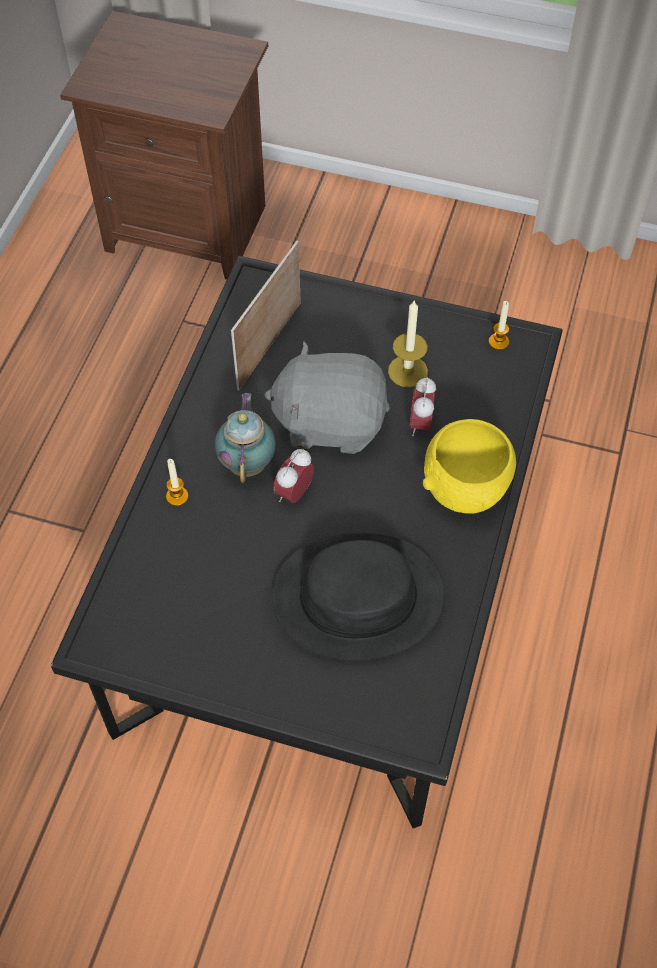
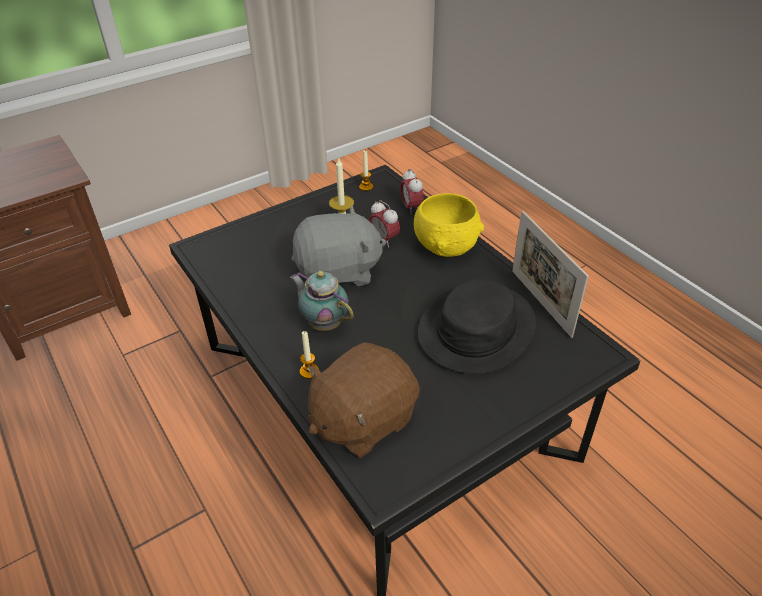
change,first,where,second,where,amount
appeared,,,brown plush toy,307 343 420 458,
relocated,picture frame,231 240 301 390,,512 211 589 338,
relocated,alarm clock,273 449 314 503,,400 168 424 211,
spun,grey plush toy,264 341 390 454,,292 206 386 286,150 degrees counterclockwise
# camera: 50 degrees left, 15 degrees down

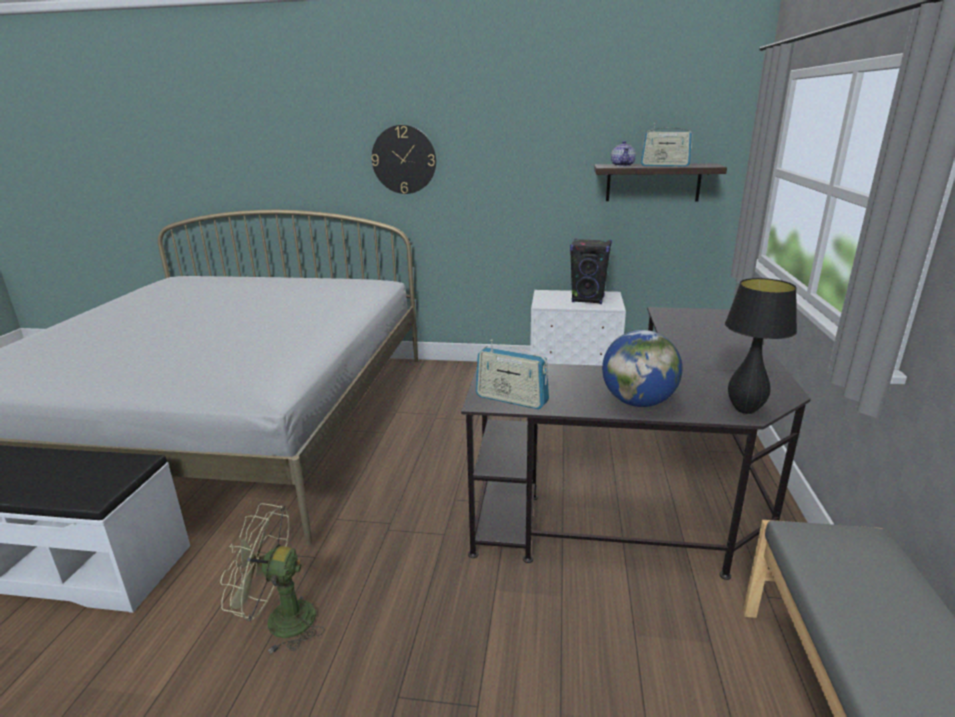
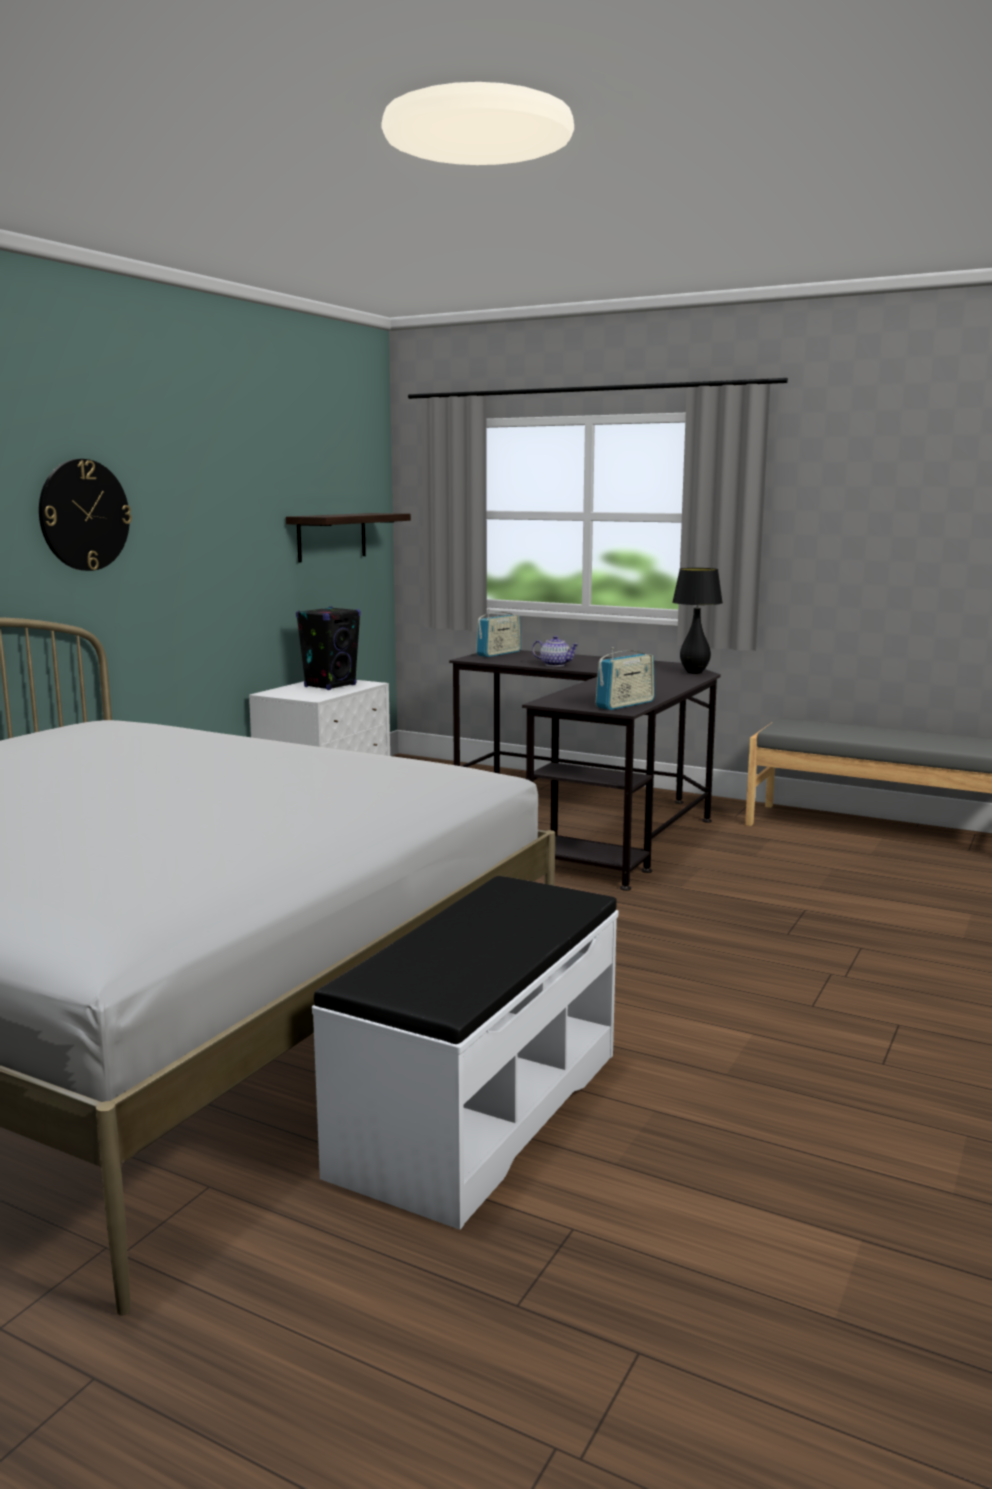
change,first,where,second,where,amount
missing,green fan,220 503 325 653,,,
missing,globe,602 330 682 407,,,
relocated,teapot,611 141 636 166,,532 635 579 666,
relocated,radio,641 123 693 166,,476 609 521 657,
# camera: 70 degrees left, 10 degrees down

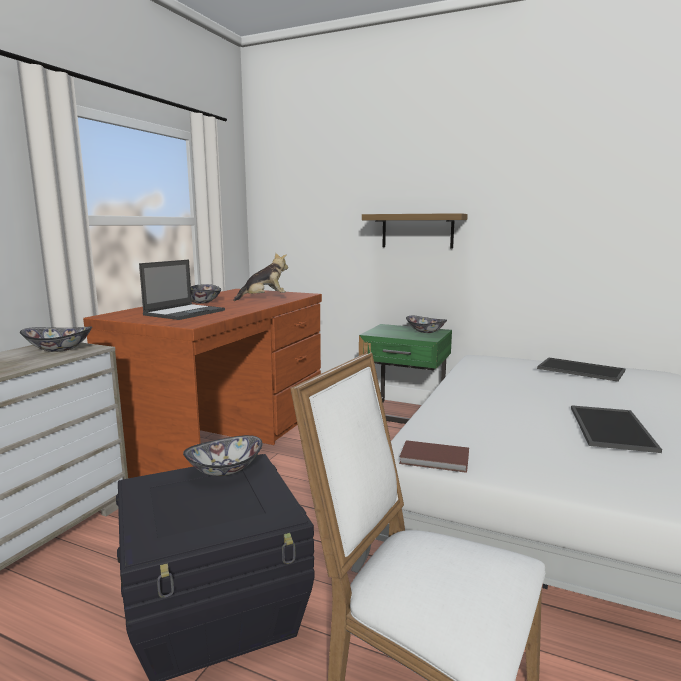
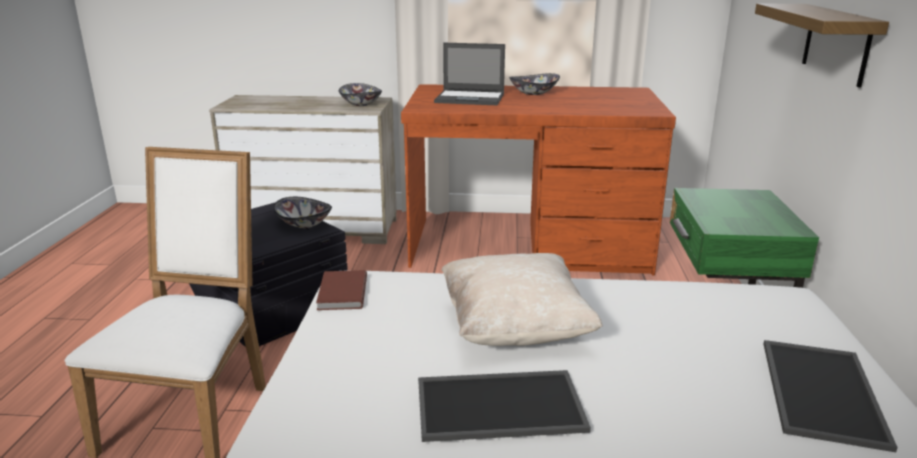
change,first,where,second,where,amount
missing,plush toy,233 253 288 301,,,
missing,bowl,406 316 447 333,,,
appeared,,,beige pillow,442 253 603 346,
# camera: 70 degrees right, 10 degrees up

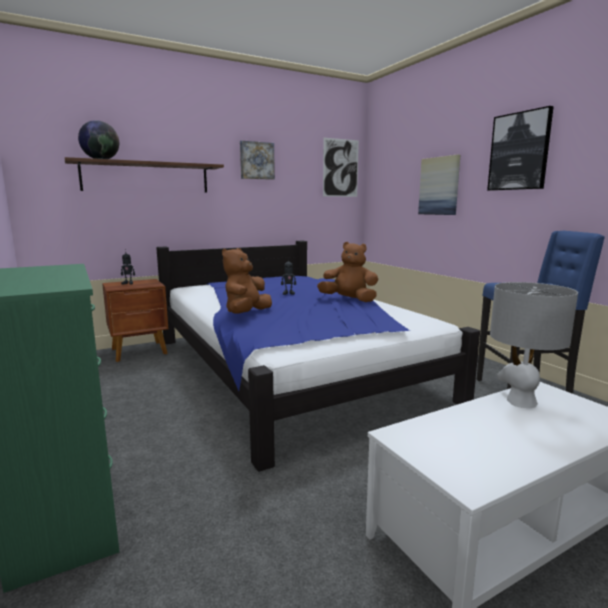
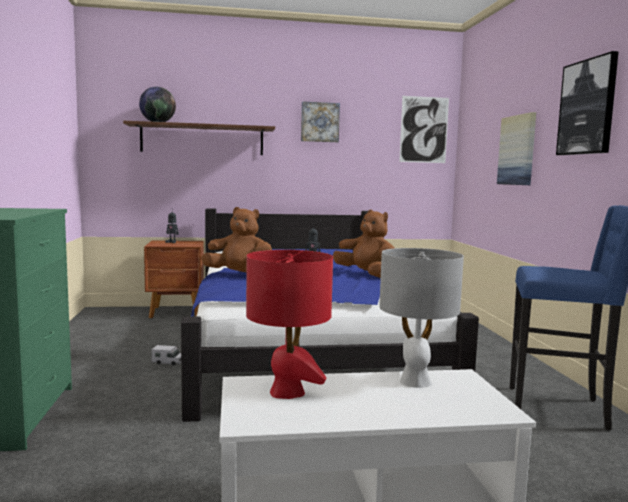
change,first,where,second,where,amount
appeared,,,toy truck,152 345 181 366,
appeared,,,red table lamp,246 250 333 399,
spun,brown plush toy,222 248 272 314,,201 207 272 272,60 degrees clockwise
# camera: 20 degrees right, 5 degrees down

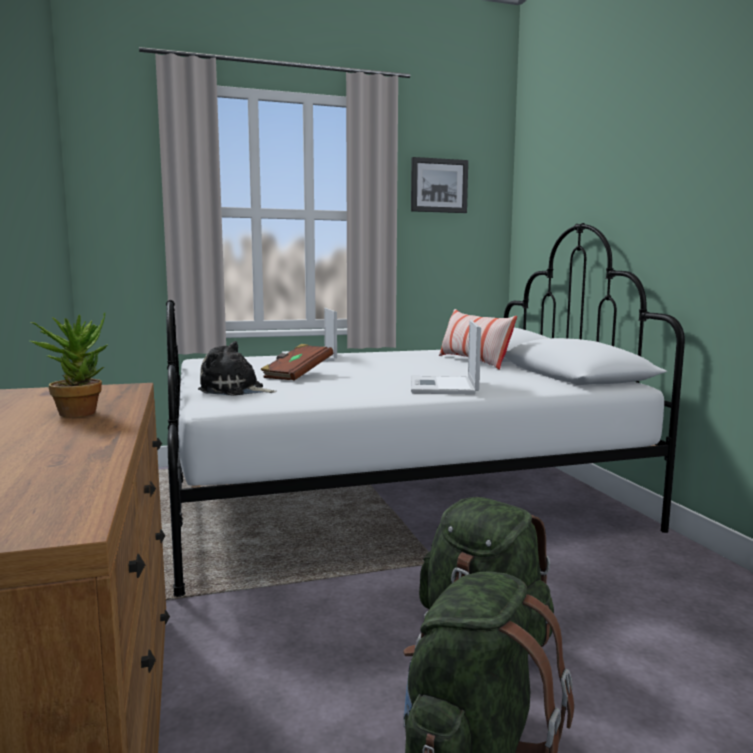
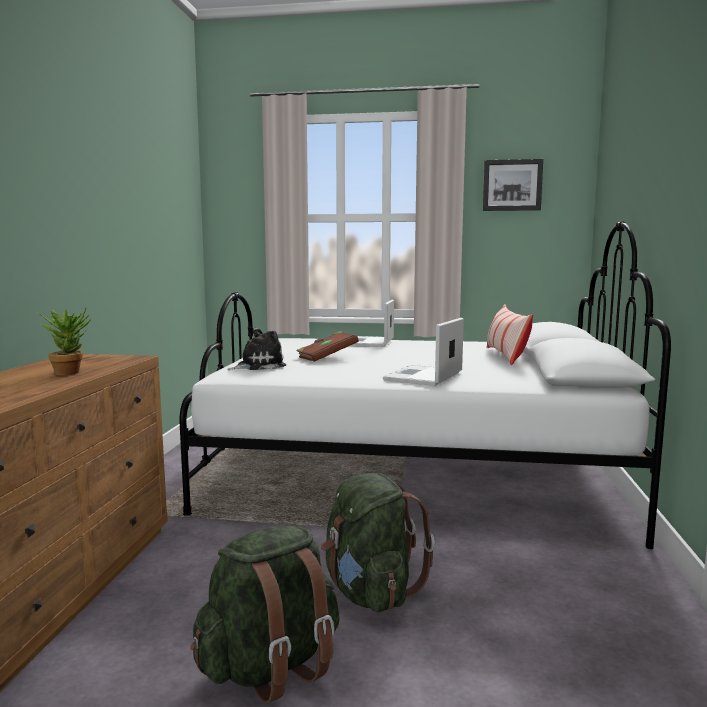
change,first,where,second,where,amount
spun,plush toy,198 341 277 396,,228 331 286 371,105 degrees clockwise
# camera: 25 degrees right, 0 degrees up

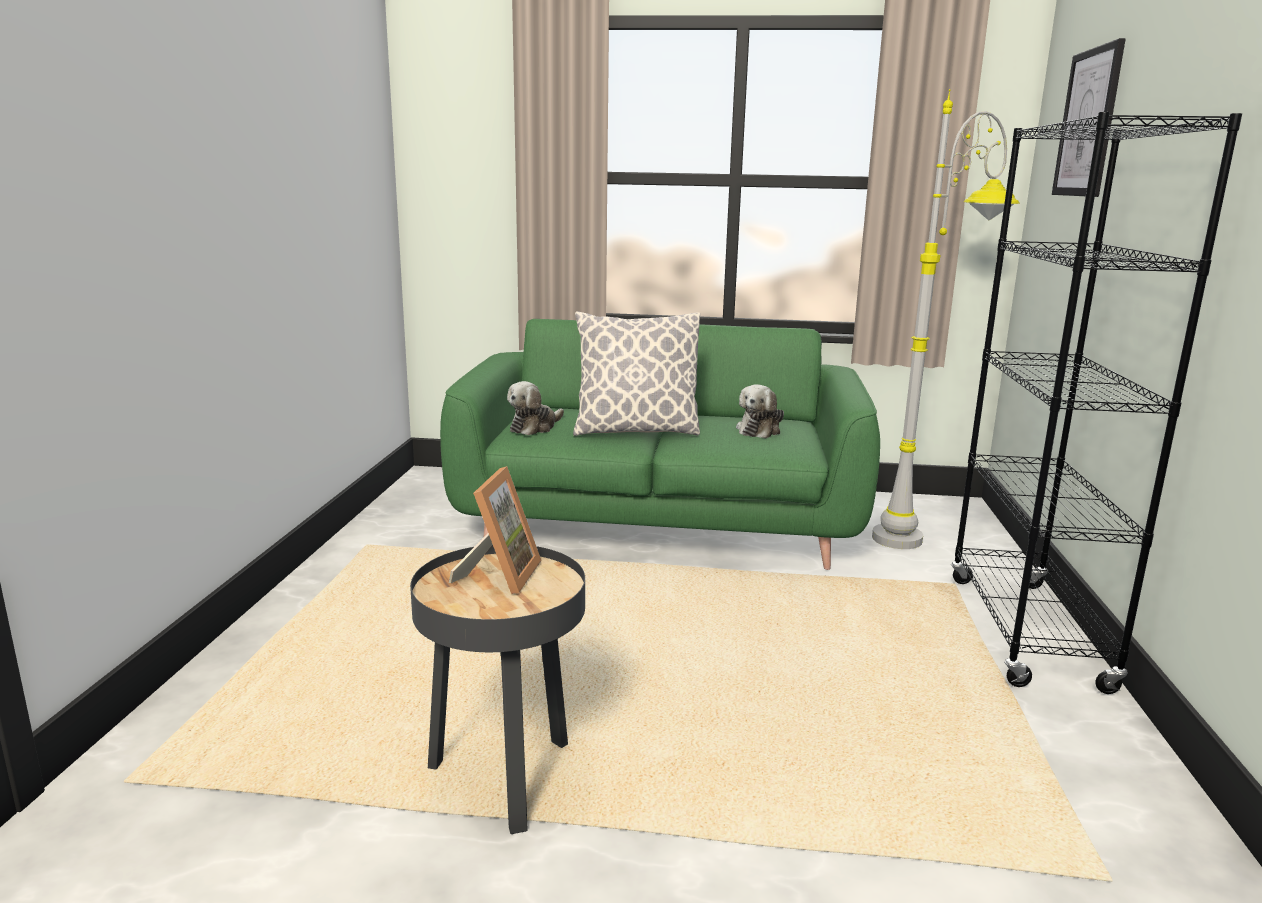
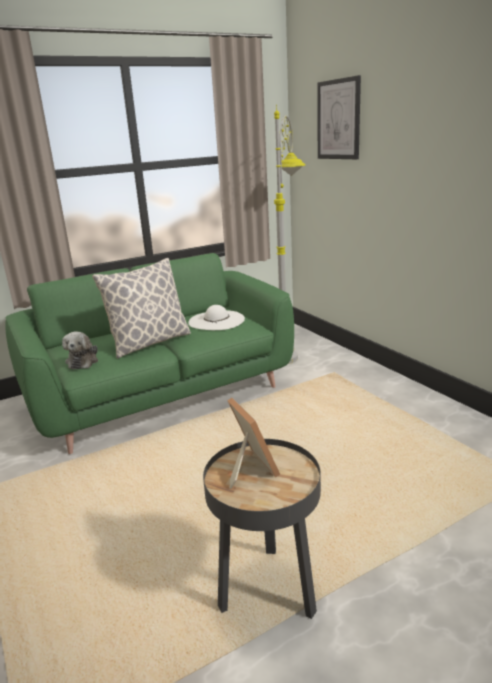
change,first,where,second,where,amount
missing,black bookcase,951 112 1242 694,,,
exchanged,plush toy,736 384 784 438,white hat,188 305 245 330,
# camera: 35 degrees left, 5 degrees up

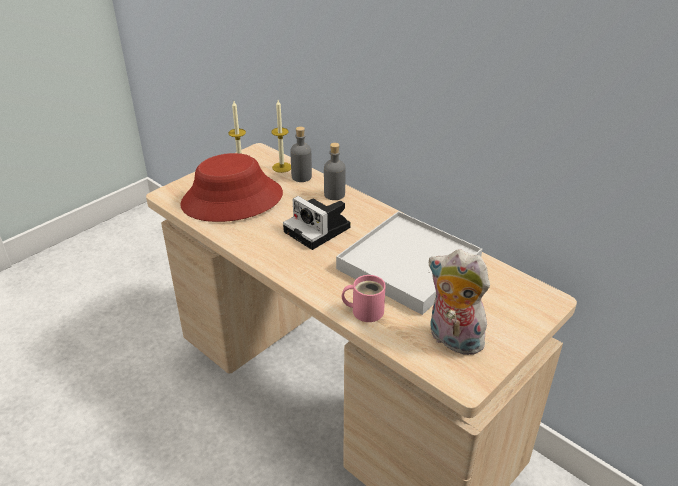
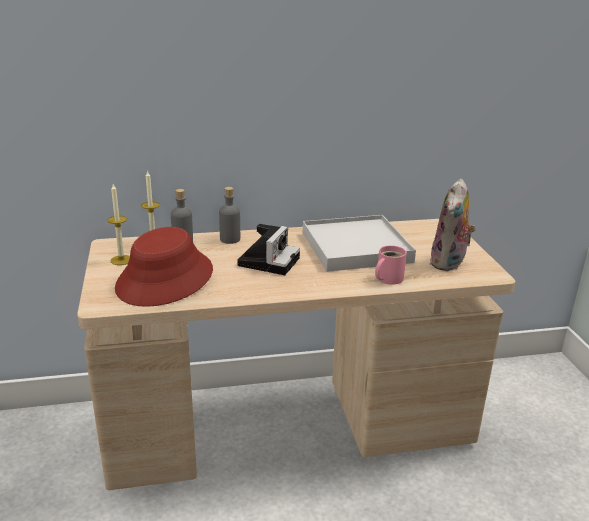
change,first,where,second,where,amount
spun,photo camera,283 196 350 250,,237 224 300 275,60 degrees counterclockwise
spun,plush toy,428 249 490 355,,430 179 476 271,45 degrees counterclockwise
# camera: 55 degrees left, 10 degrees down

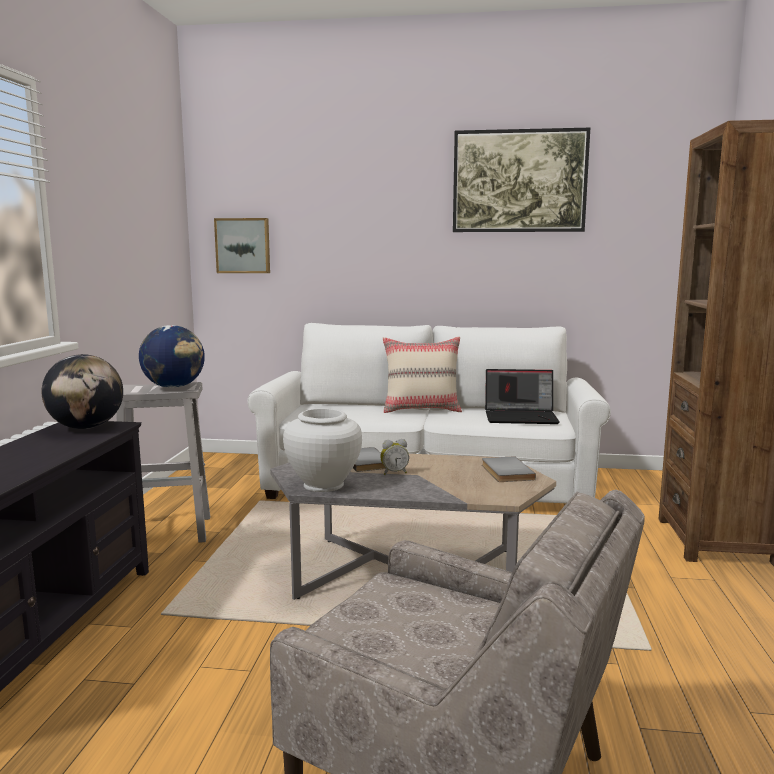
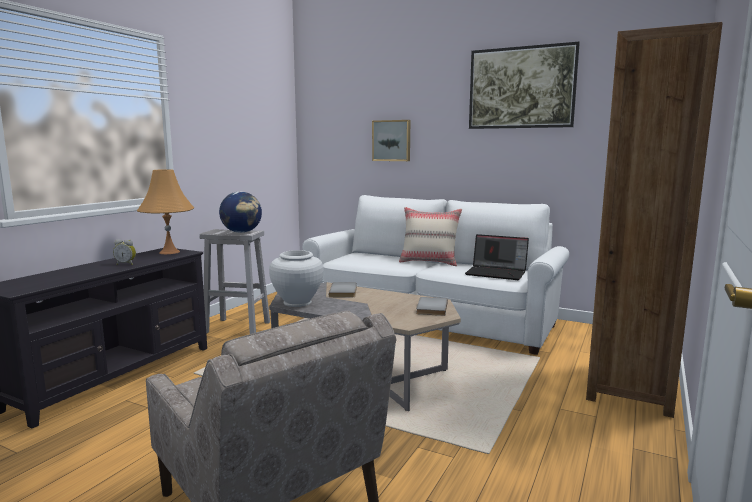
change,first,where,second,where,amount
relocated,picture,214 218 270 273,,372 120 410 161,
relocated,alarm clock,380 439 409 475,,113 239 136 265,
exchanged,globe,41 354 123 429,orange table lamp,137 169 194 254,
# camera: 20 degrees right, 0 degrees up

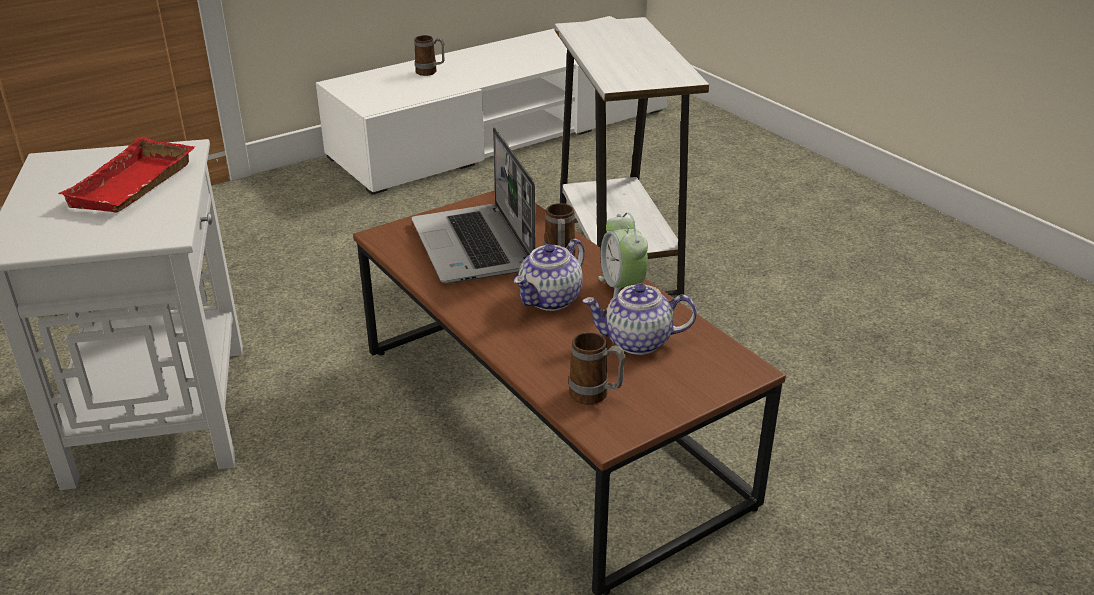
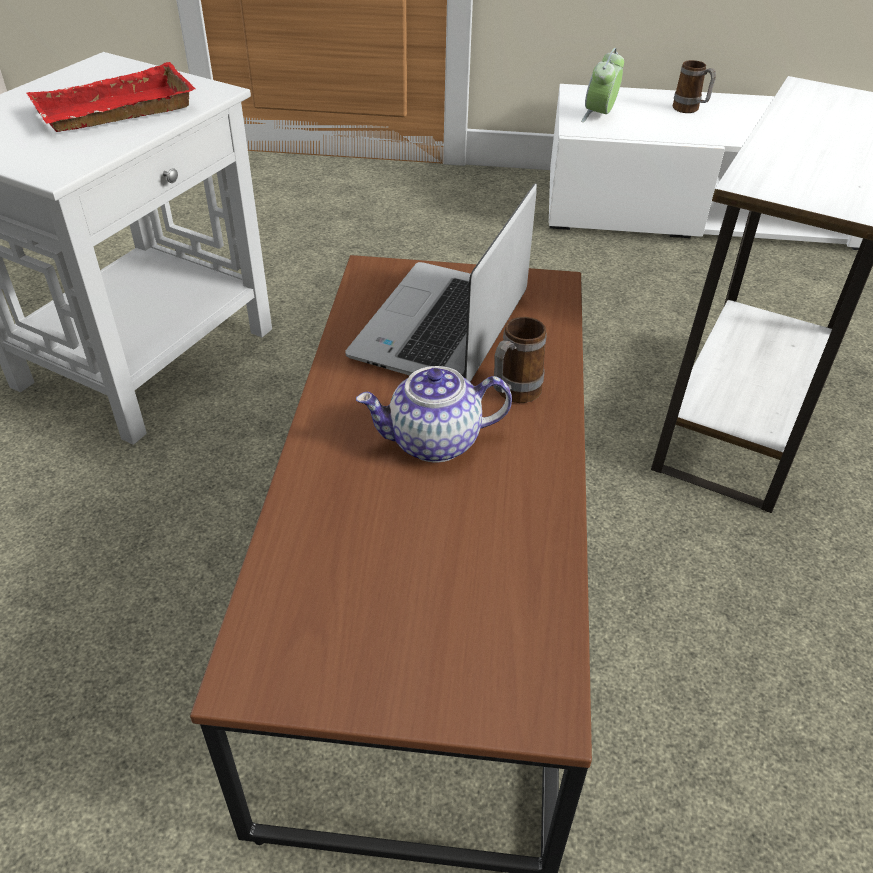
change,first,where,second,where,amount
missing,mug,569 332 625 405,,,
missing,teapot,583 283 697 355,,,
relocated,alarm clock,599 213 648 297,,581 48 624 122,
# camera: 40 degrees right, 10 degrees up

